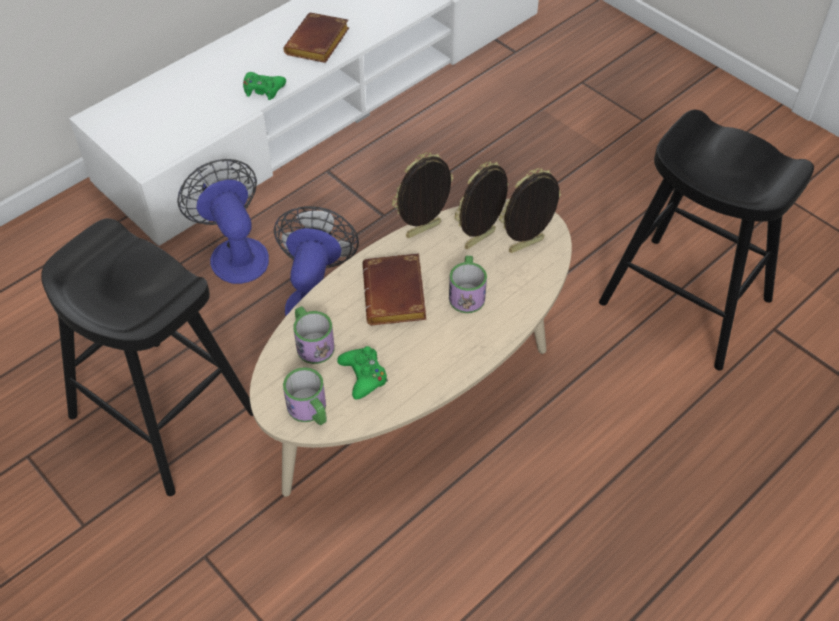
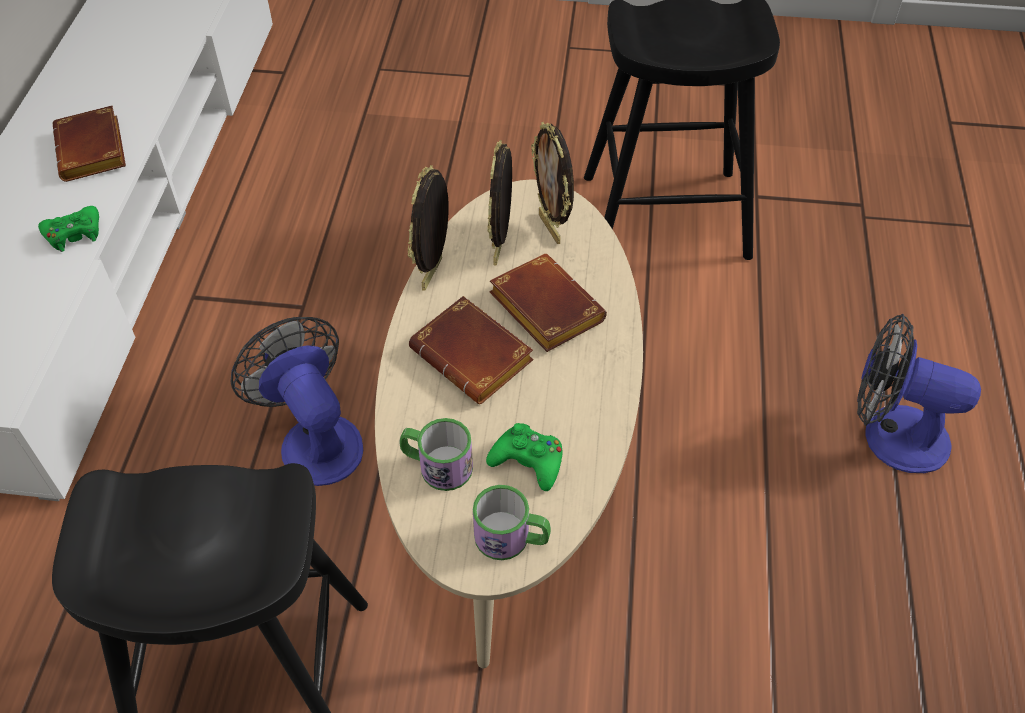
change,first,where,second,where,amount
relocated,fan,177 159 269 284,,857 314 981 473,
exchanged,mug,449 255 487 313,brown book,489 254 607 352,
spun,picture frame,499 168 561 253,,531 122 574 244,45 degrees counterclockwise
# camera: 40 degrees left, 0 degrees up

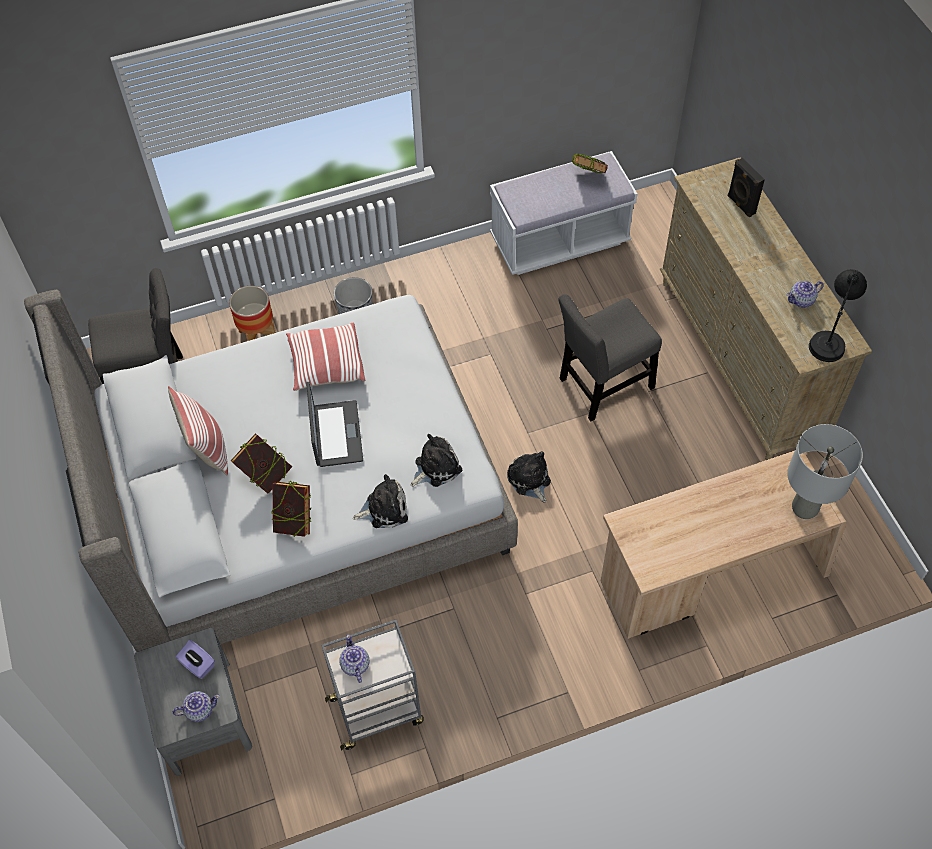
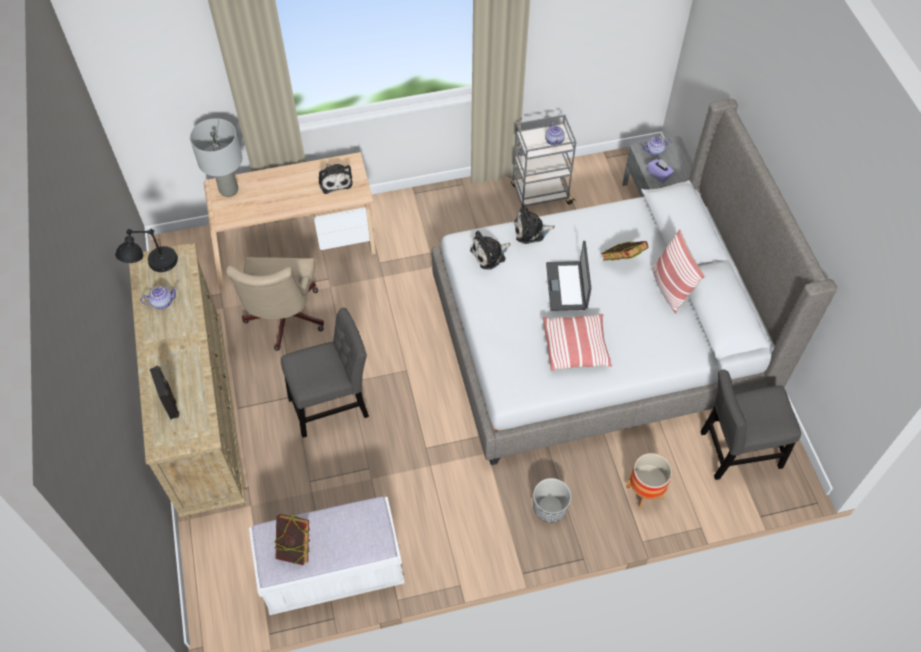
change,first,where,second,where,amount
missing,book,271 481 311 537,,,
appeared,,,beige office chair,226 257 324 351,
relocated,plush toy,507 451 551 502,,318 164 353 194,
# camera: 175 degrees left, 0 degrees up

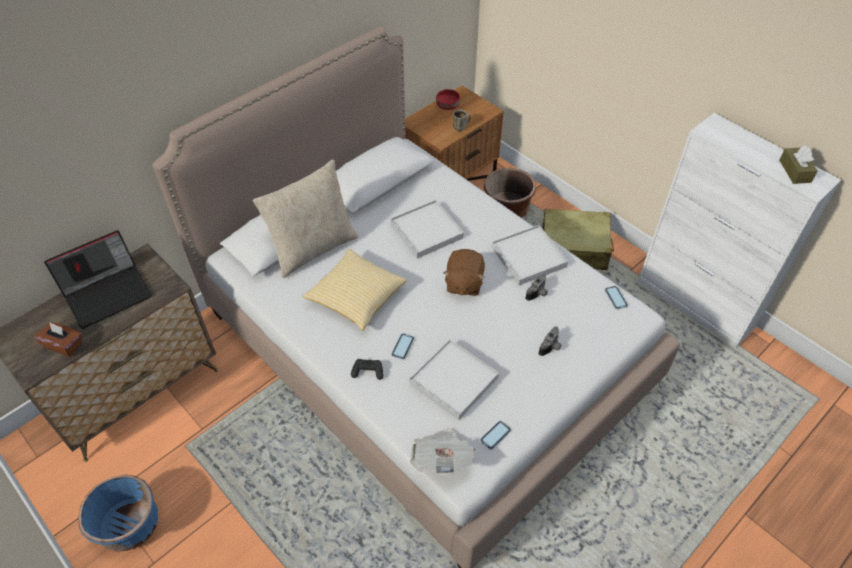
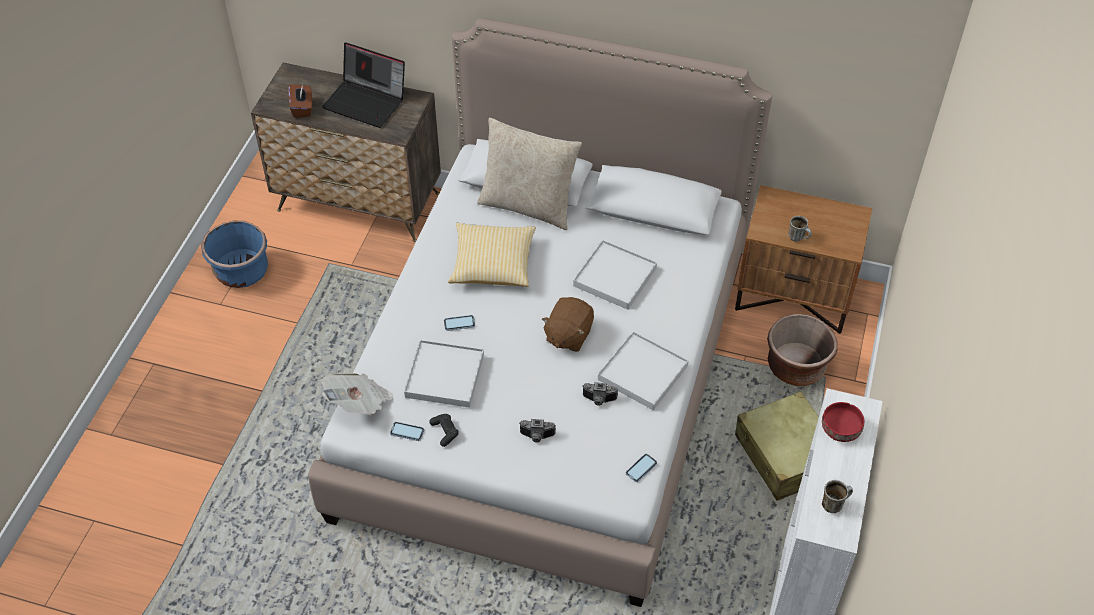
change,first,where,second,where,amount
relocated,black game controller,351 359 384 380,,429 414 459 447,
relocated,red bowl,436 89 460 110,,822 402 864 442,
exchanged,brown tissue box,779 145 818 184,mug,822 480 853 513,
spun,brown plush toy,443 249 485 296,,542 297 594 352,45 degrees counterclockwise
# camera: 60 degrees right, 0 degrees up

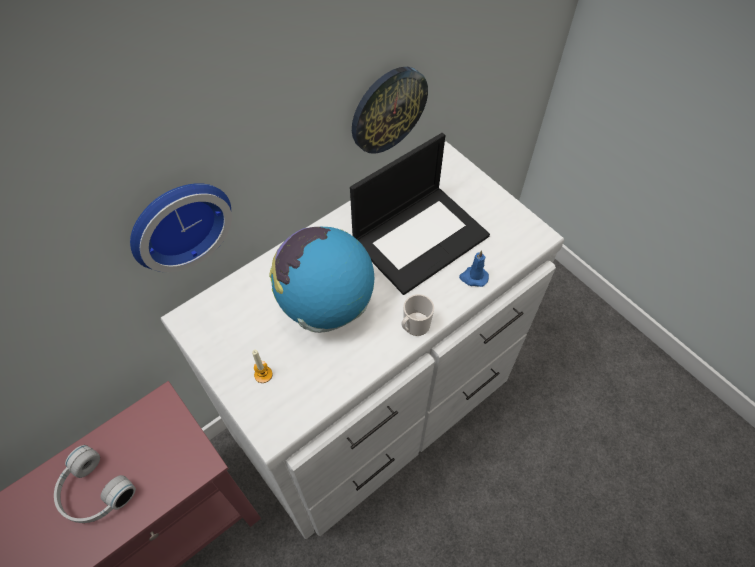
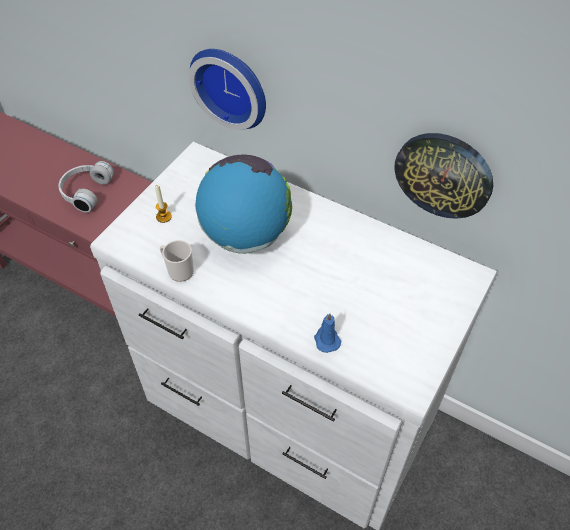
change,first,where,second,where,amount
missing,laptop,350 133 490 295,,,
relocated,mug,401 294 434 336,,160 240 194 282,
# camera: 70 degrees right, 5 degrees down

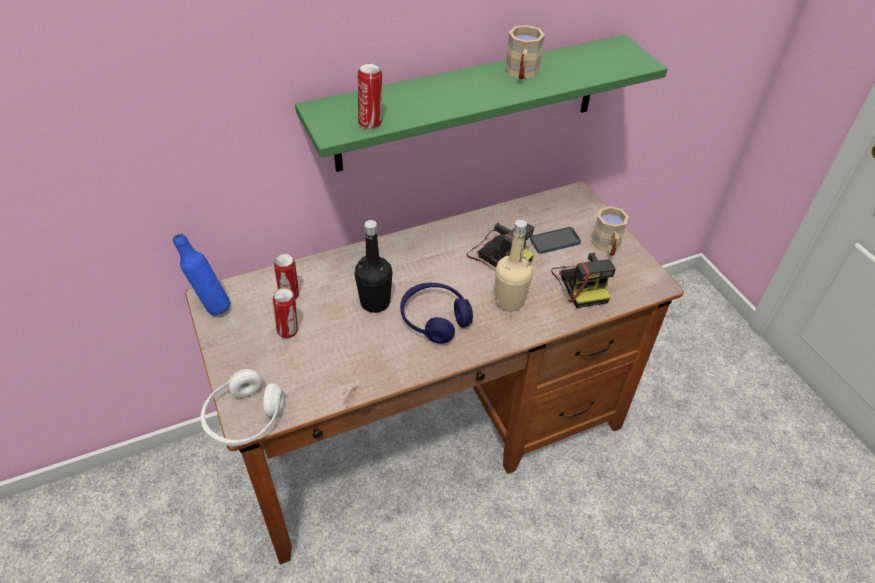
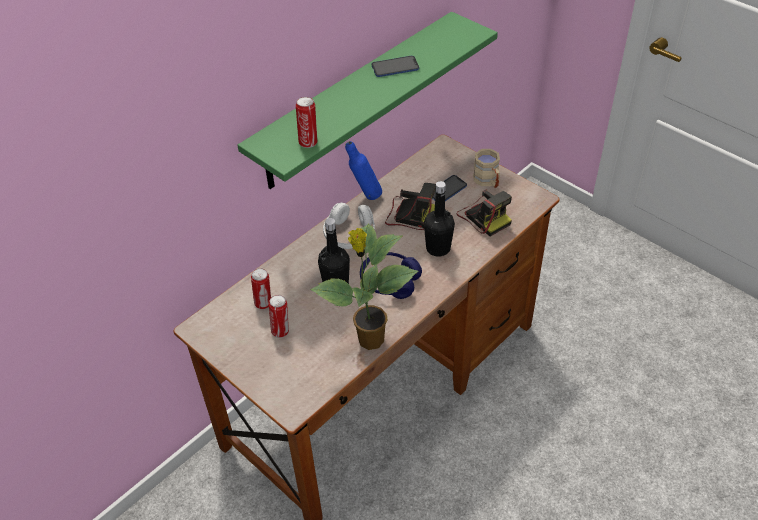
change,first,where,second,where,amount
appeared,,,potted plant,310 223 418 350,
relocated,blue bottle,173 233 230 316,,345 141 382 200,
relocated,white headphones,200 369 284 446,,323 203 375 249,
exchanged,beige mug,505 25 545 79,phone,372 56 419 77,
colour,beige bottle,495 219 533 311,black bottle,424 181 455 257,
# camera: 20 degrees left, 0 degrees up

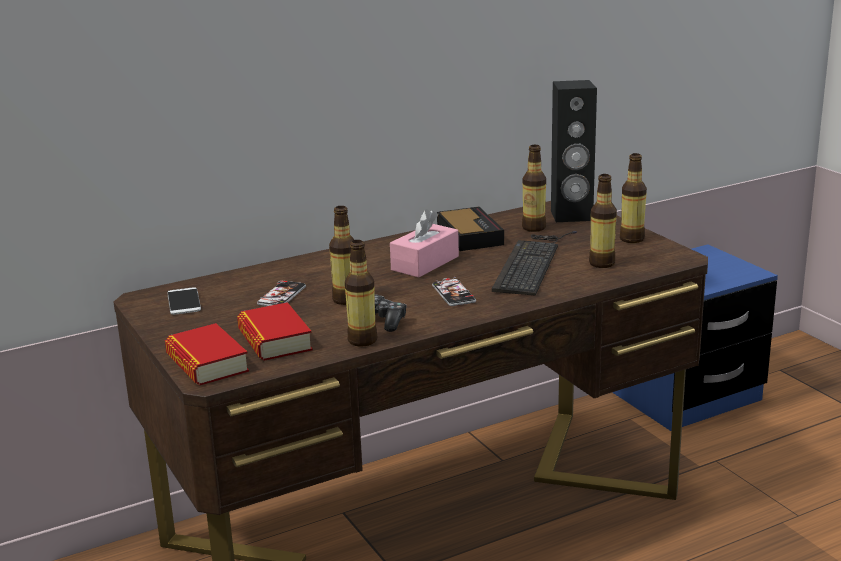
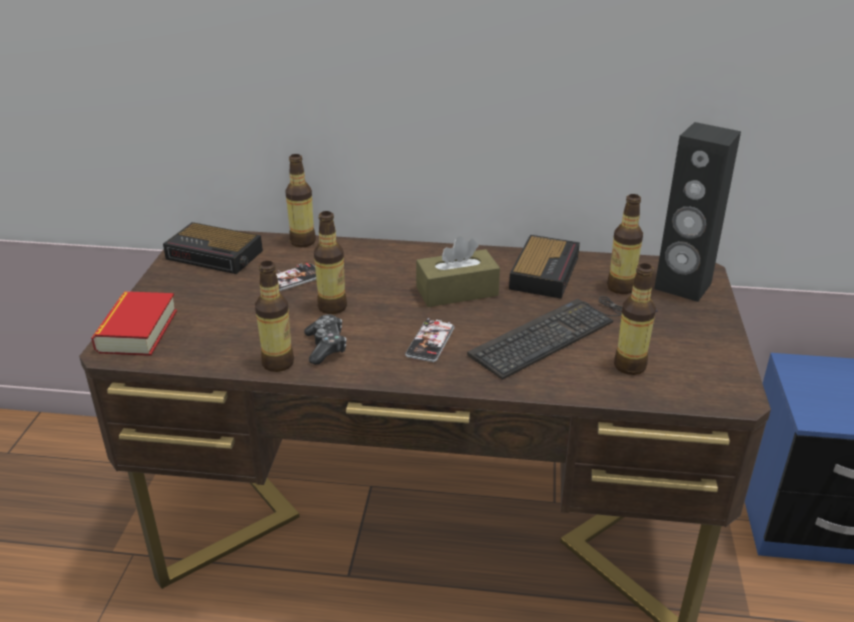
change,first,where,second,where,amount
missing,book,237 302 313 361,,,
relocated,bottle,620 153 647 243,,285 154 316 247,
exchanged,phone,167 287 201 315,alarm clock,163 222 263 274,
colour,pink tissue box,390 209 459 278,brown tissue box,416 236 500 307,
# camera: 35 degrees right, 10 degrees up

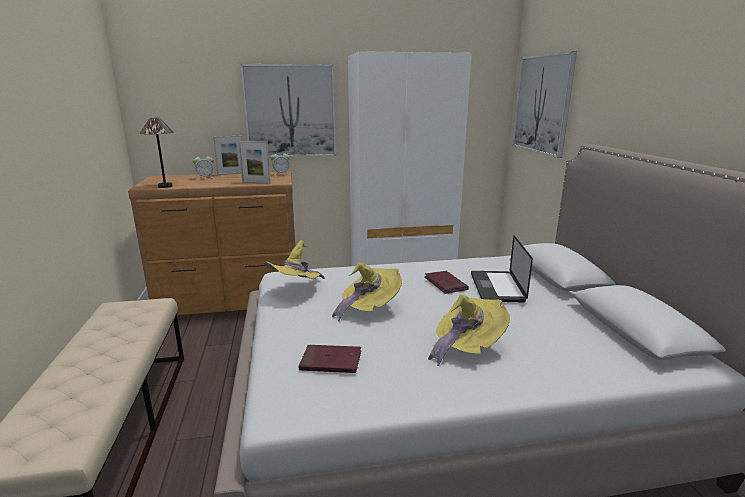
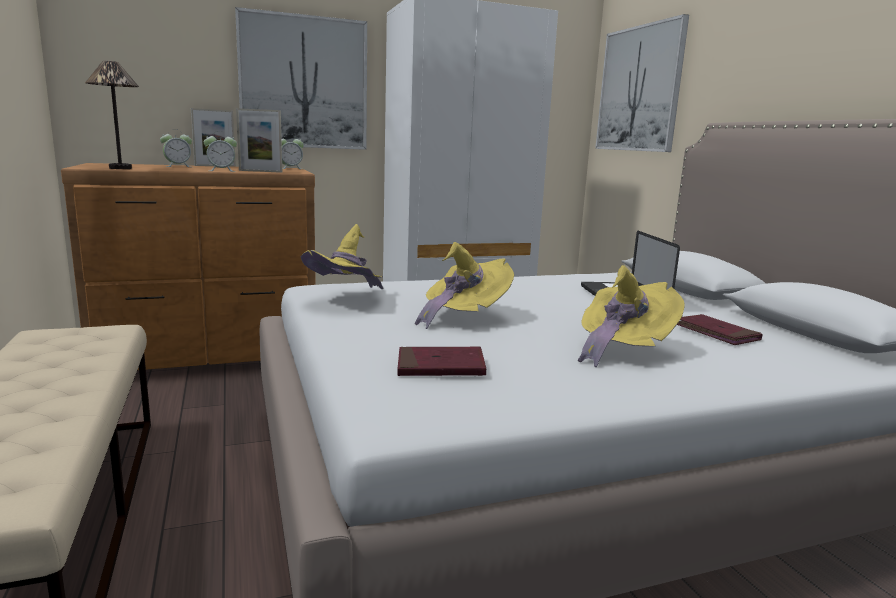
change,first,where,second,where,amount
appeared,,,alarm clock,204 131 237 172,
relocated,red book,425 271 469 294,,677 314 763 345,
# camera: 10 degrees left, 5 degrees down

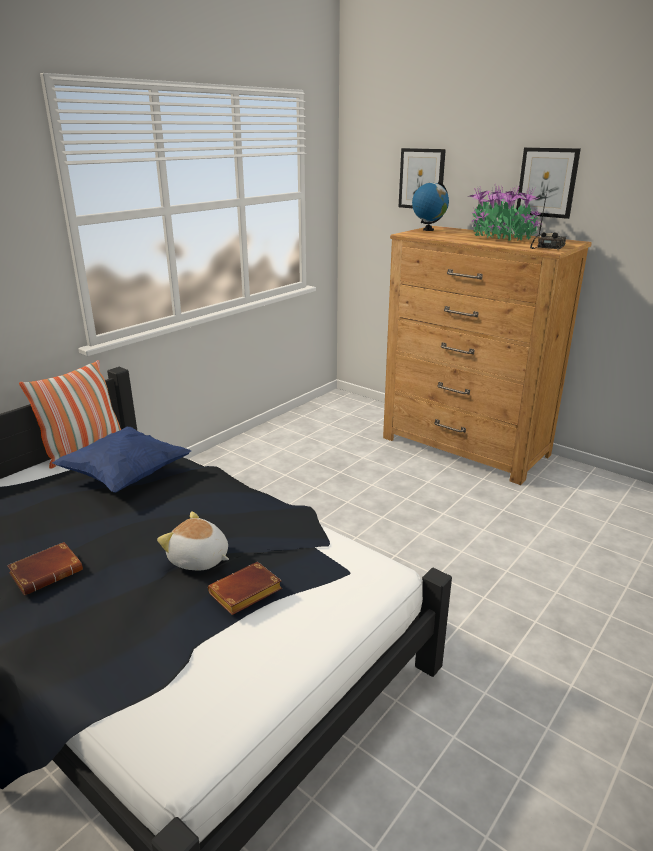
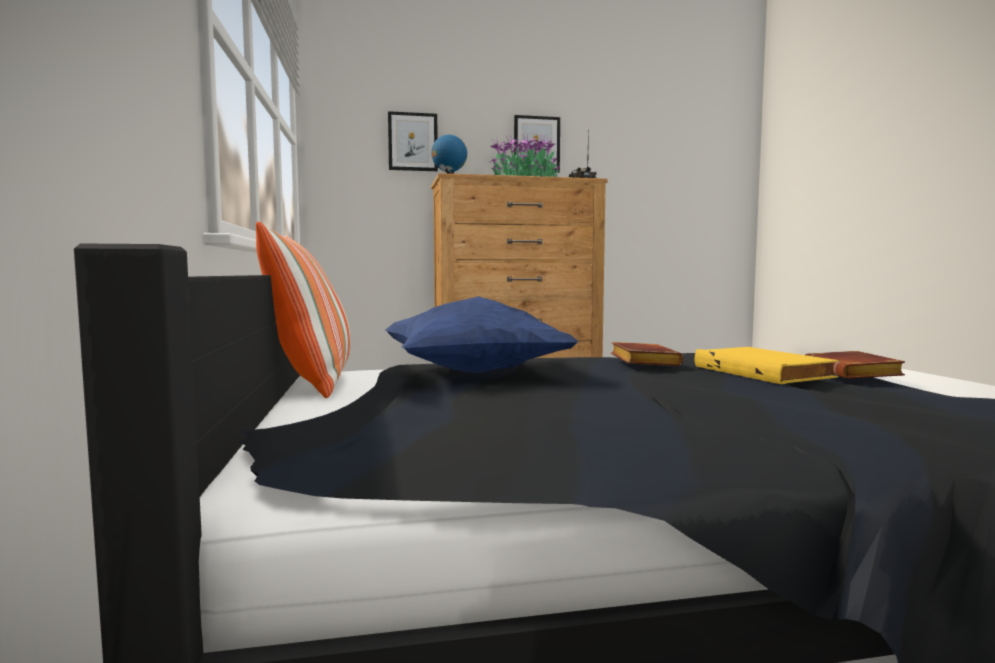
change,first,where,second,where,amount
relocated,brown book,7 542 83 595,,611 342 684 366,
exchanged,plush toy,157 511 229 570,yellow book,695 347 838 384,
# camera: 50 degrees left, 20 degrees down

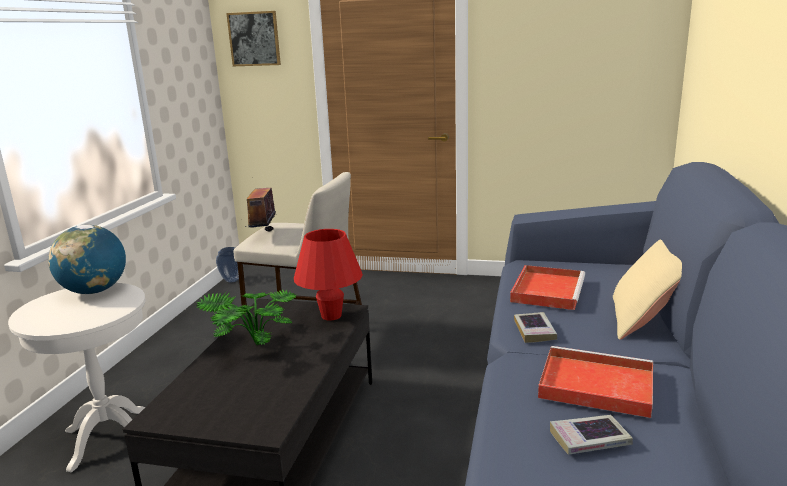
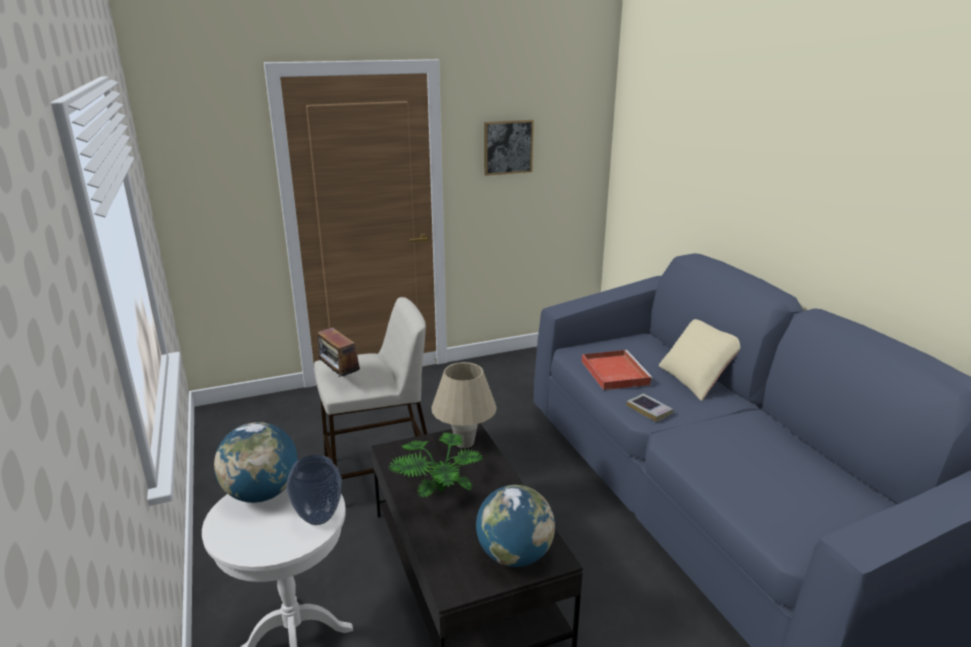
change,first,where,second,where,amount
missing,red tray,538 346 653 418,,,
missing,book,550 415 633 455,,,
appeared,,,globe,476 485 555 567,
relocated,vase,216 247 239 283,,286 455 342 525,
relocated,picture,226 11 281 66,,484 120 534 176,
colour,red table lamp,294 229 363 321,beige table lamp,431 362 497 448,
# camera: 35 degrees left, 5 degrees up

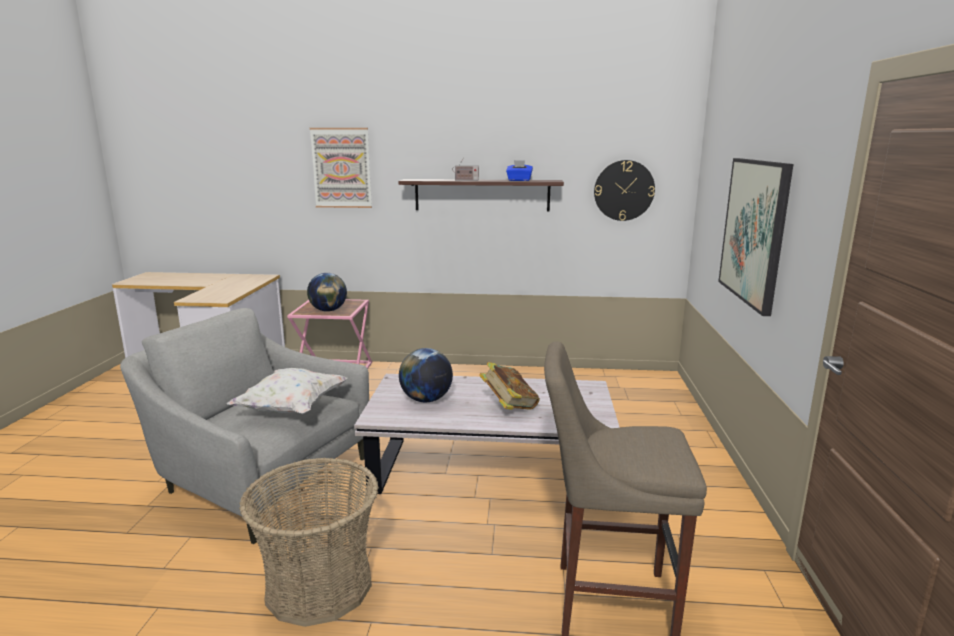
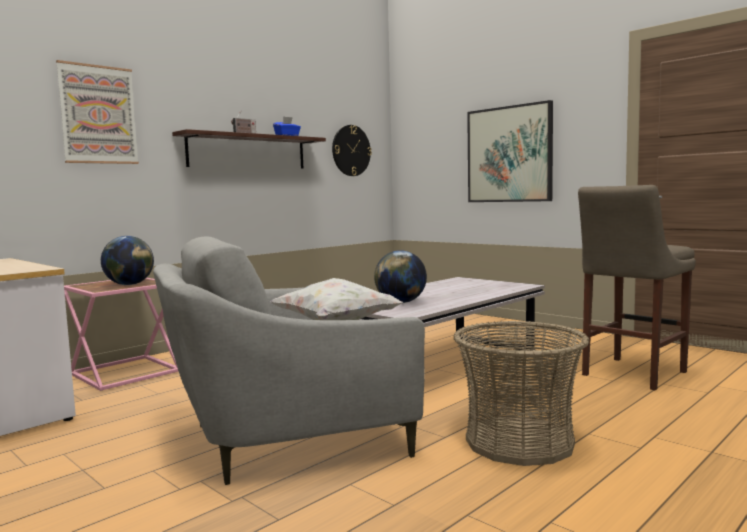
change,first,where,second,where,amount
missing,book,479 362 540 410,,,
# camera: 50 degrees left, 10 degrees down

